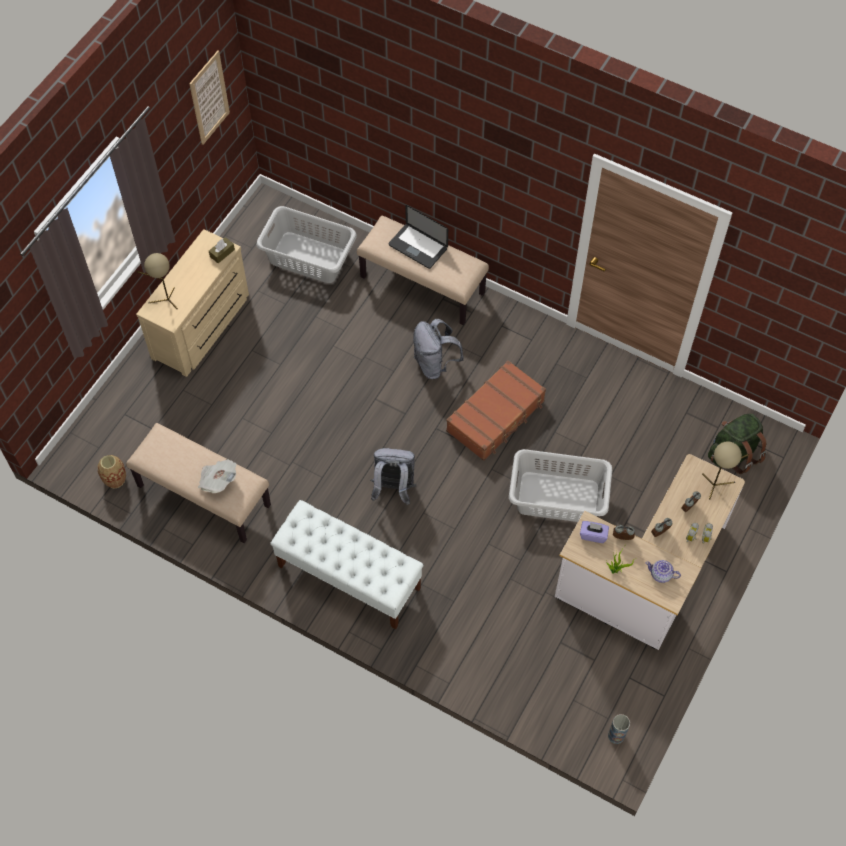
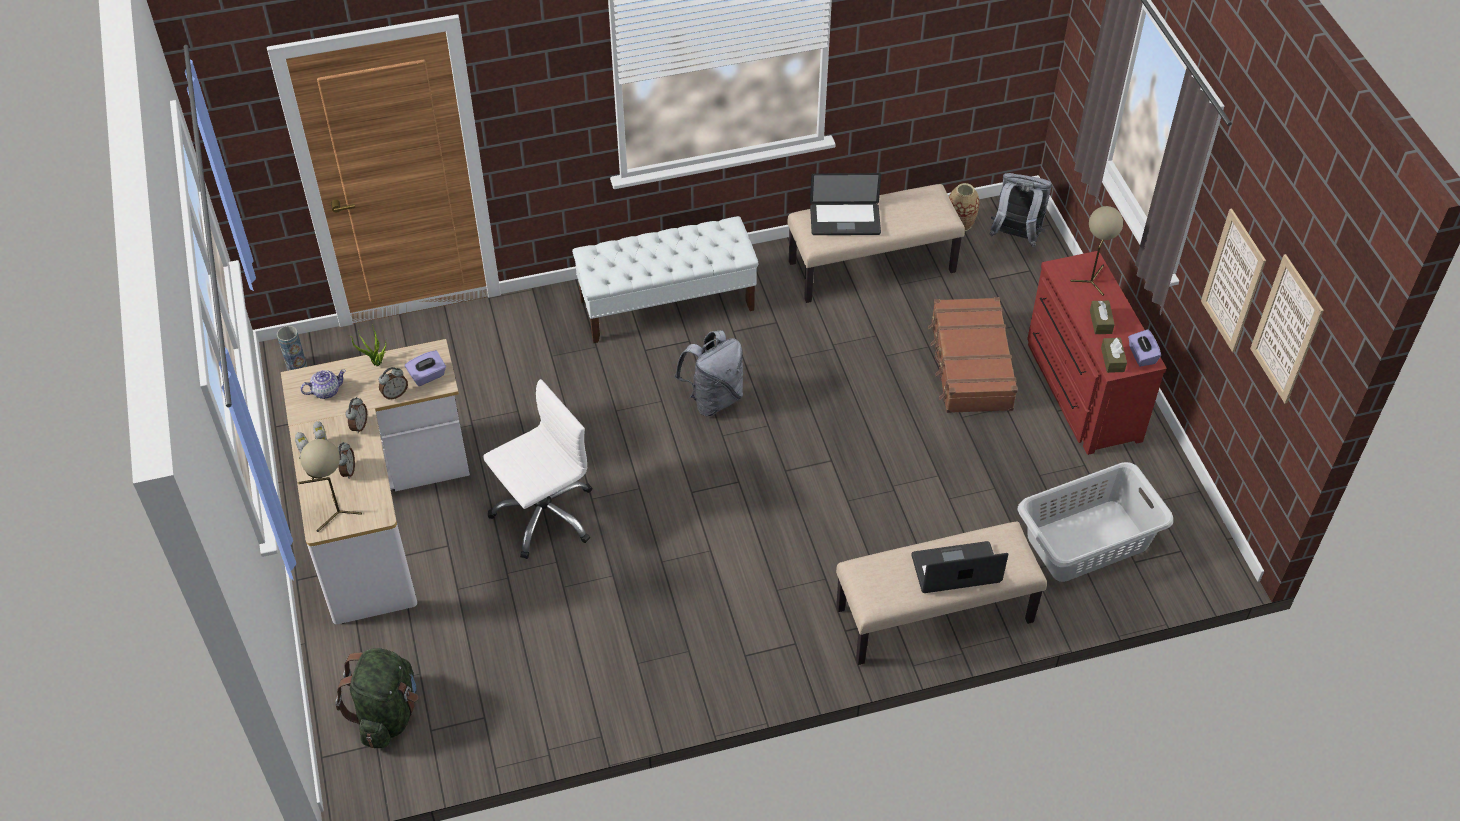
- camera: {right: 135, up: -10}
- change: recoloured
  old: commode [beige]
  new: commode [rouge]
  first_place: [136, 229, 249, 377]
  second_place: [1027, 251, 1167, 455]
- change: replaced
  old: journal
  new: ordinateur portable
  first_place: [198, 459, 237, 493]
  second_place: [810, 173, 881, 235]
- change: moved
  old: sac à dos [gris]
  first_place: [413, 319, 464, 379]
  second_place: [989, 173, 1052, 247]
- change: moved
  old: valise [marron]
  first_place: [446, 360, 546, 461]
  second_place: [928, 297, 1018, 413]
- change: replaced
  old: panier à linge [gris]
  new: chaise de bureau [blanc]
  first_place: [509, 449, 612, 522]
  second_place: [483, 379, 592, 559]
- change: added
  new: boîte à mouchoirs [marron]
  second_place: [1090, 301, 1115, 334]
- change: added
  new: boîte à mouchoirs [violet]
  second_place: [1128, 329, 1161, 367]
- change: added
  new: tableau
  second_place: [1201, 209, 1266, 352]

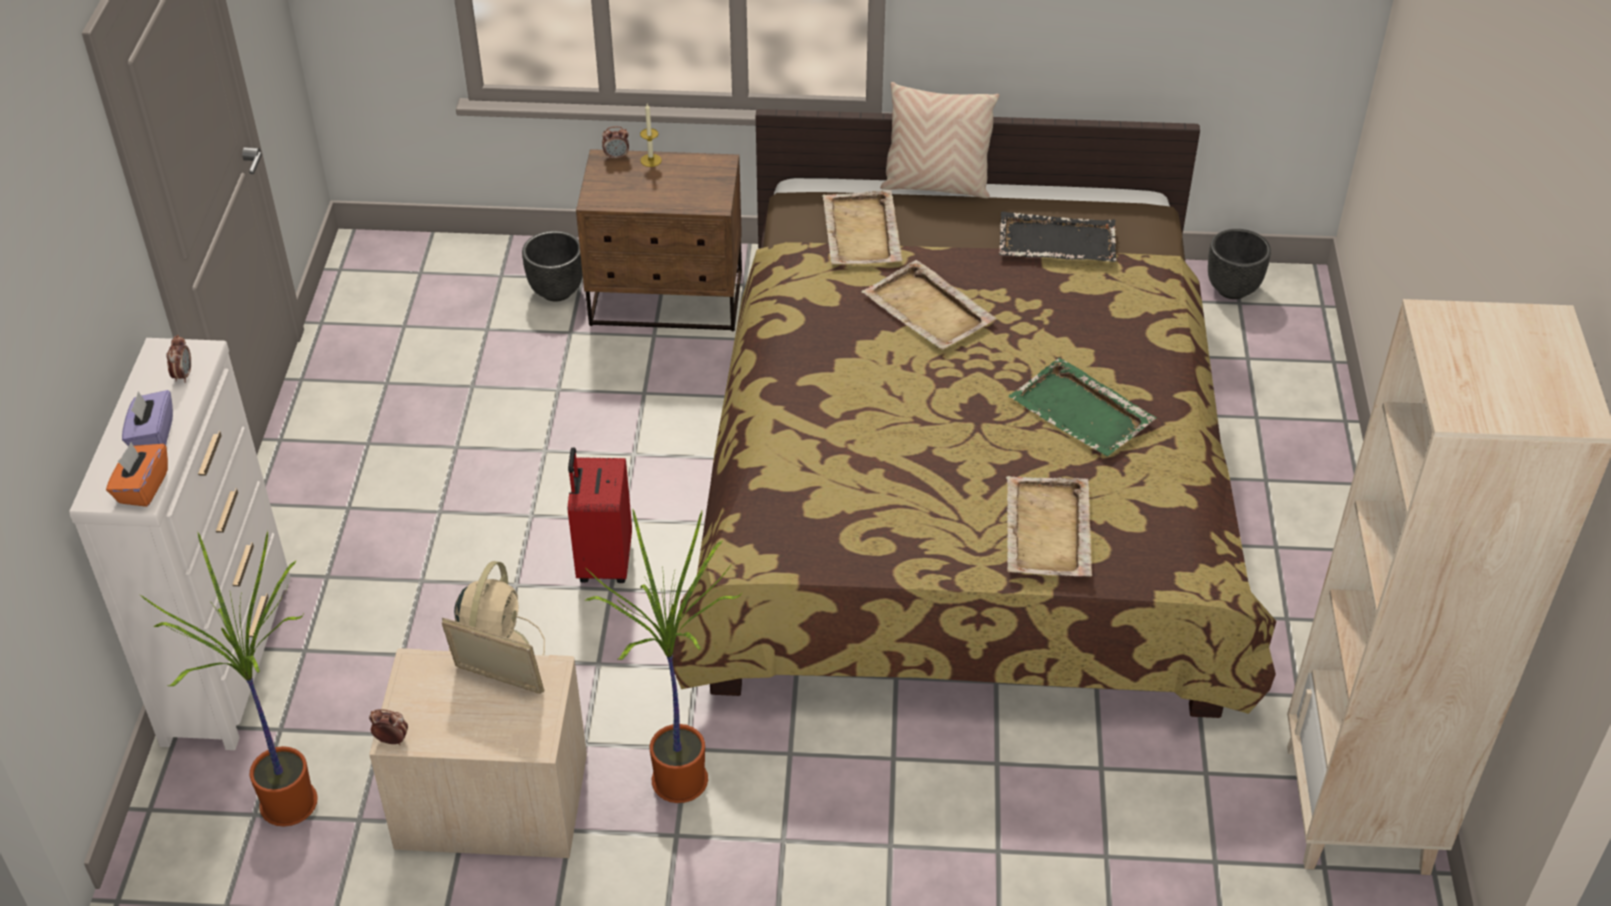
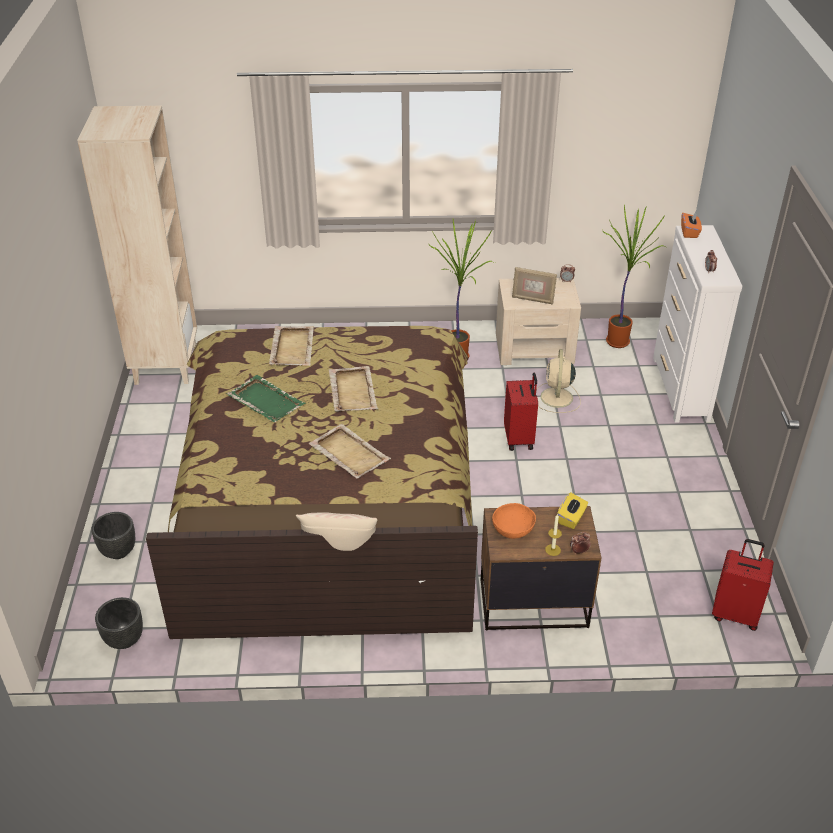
- camera: {right: 175, up: -5}
- change: removed
  old: boîte à mouchoirs [violet]
  first_place: [122, 390, 173, 446]
- change: moved
  old: cache-pot [noir]
  first_place: [522, 231, 583, 302]
  second_place: [91, 512, 135, 559]
- change: moved
  old: plateau [beige]
  first_place: [822, 190, 903, 265]
  second_place: [329, 366, 378, 412]
- change: removed
  old: plateau [noir]
  first_place: [999, 212, 1116, 262]
- change: added
  new: bol [orange]
  second_place: [492, 503, 536, 539]
- change: added
  new: boîte à mouchoirs [jaune]
  second_place: [557, 493, 588, 529]
- change: added
  new: valise [rouge]
  second_place: [712, 539, 774, 631]

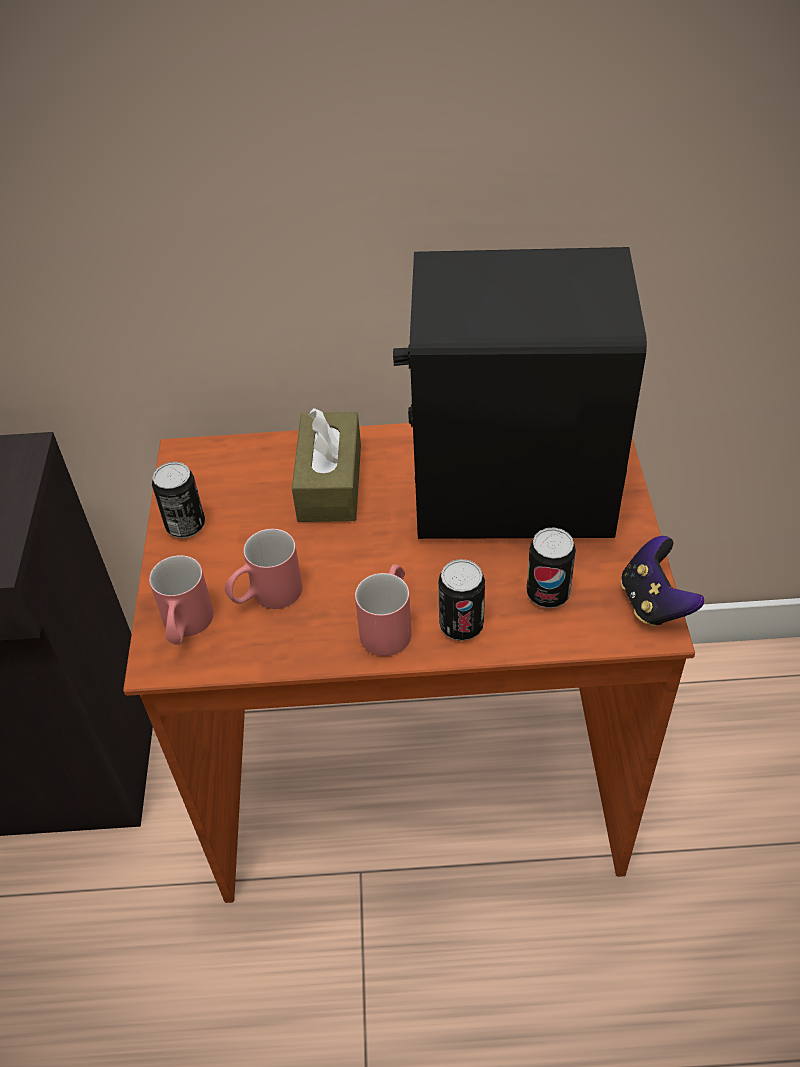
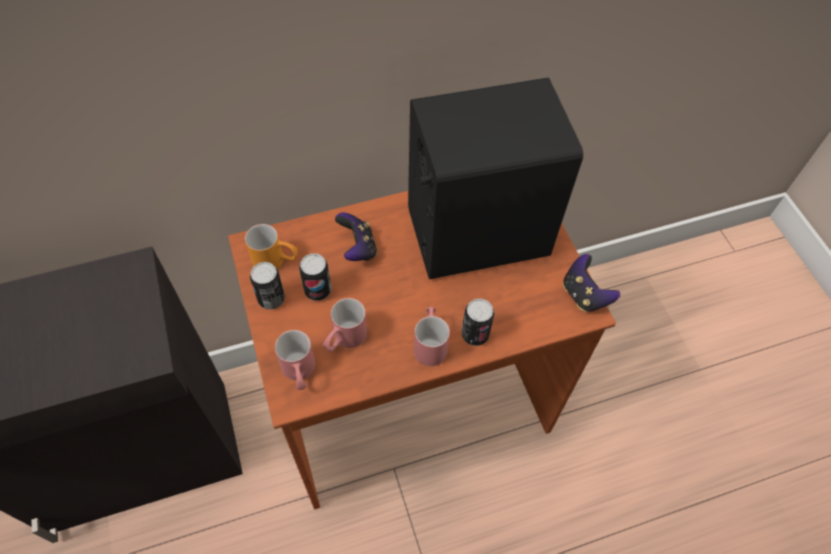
- camera: {right: -20, up: 10}
- change: replaced
  old: boîte à mouchoirs [marron]
  new: manette
  first_place: [292, 408, 361, 522]
  second_place: [335, 213, 377, 261]
- change: moved
  old: boîte métallique
  first_place: [527, 527, 576, 608]
  second_place: [299, 253, 332, 301]
- change: added
  new: mug [orange]
  second_place: [245, 224, 298, 269]

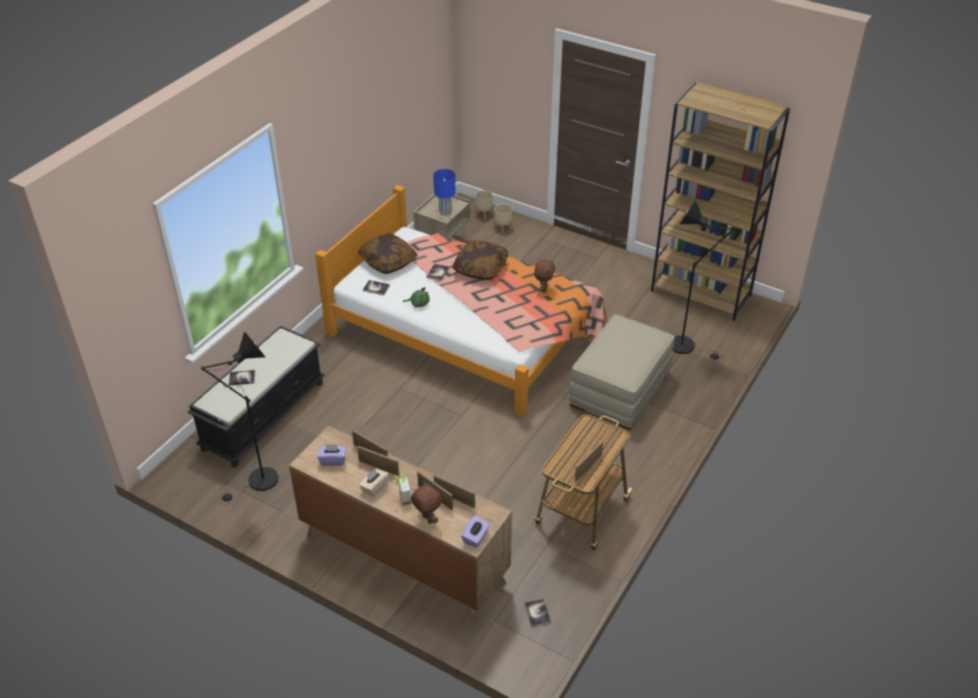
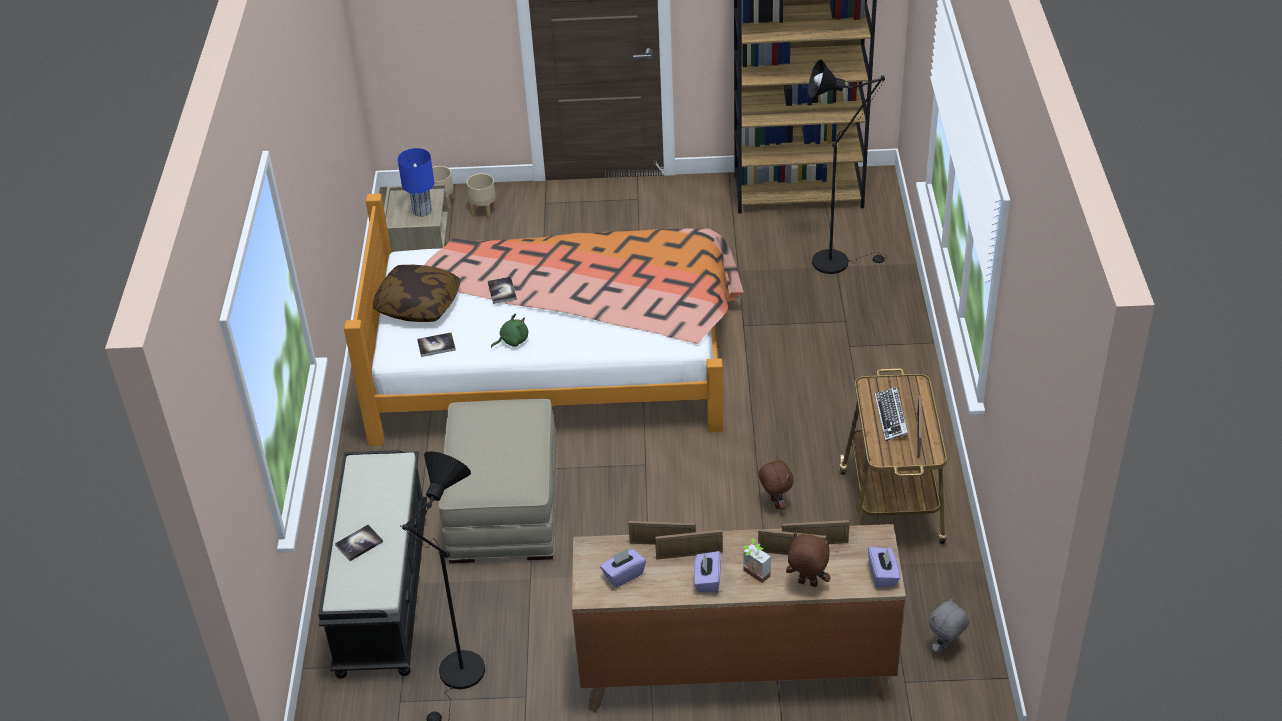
- camera: {right: -30, up: 0}
- change: recoloured
  old: boîte à mouchoirs [beige]
  new: boîte à mouchoirs [violet]
  first_place: [359, 469, 389, 497]
  second_place: [694, 551, 721, 592]
- change: removed
  old: coussin
  first_place: [453, 241, 508, 280]
- change: replaced
  old: livre
  new: peluche [gris]
  first_place: [524, 599, 551, 627]
  second_place: [929, 598, 970, 653]
- change: moved
  old: peluche [marron]
  first_place: [534, 259, 555, 293]
  second_place: [758, 456, 794, 509]
- change: moved
  old: pouf [beige]
  first_place: [569, 314, 675, 430]
  second_place: [439, 399, 557, 563]
- change: added
  new: clavier
  second_place: [875, 386, 908, 441]

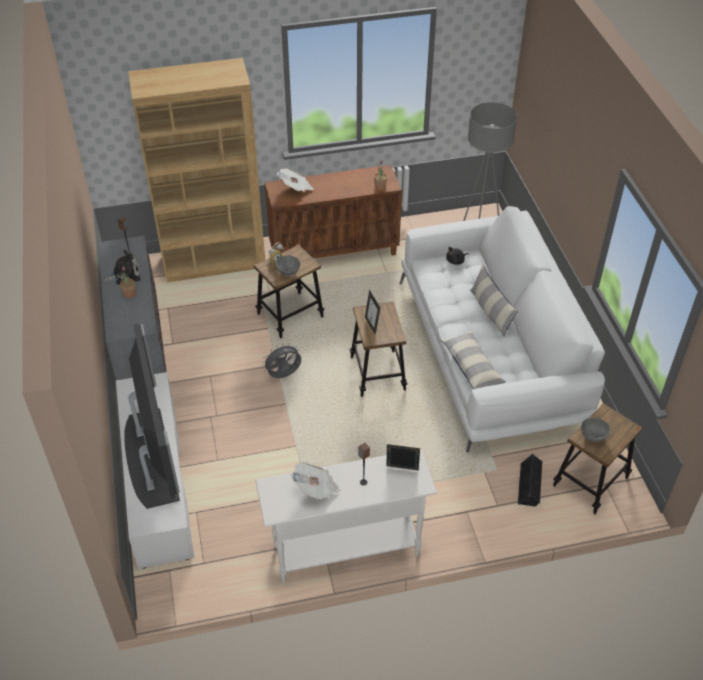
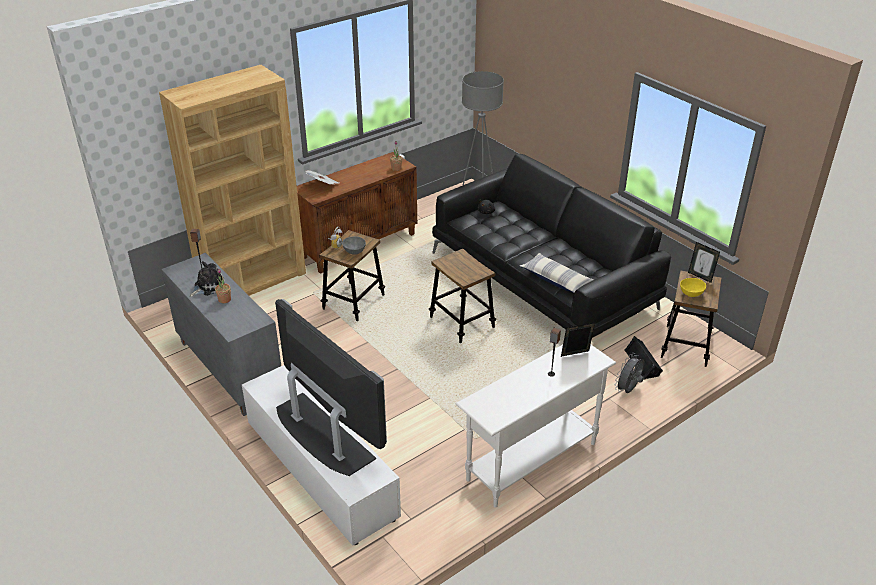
- camera: {right: -25, up: -10}
- change: moved
  old: ventilateur [gris]
  first_place: [262, 343, 301, 378]
  second_place: [615, 353, 644, 393]
- change: removed
  old: journal
  first_place: [291, 462, 340, 500]
- change: moved
  old: cadre photo
  first_place: [365, 290, 380, 335]
  second_place: [688, 242, 720, 283]
- change: recoloured
  old: canapé [blanc]
  new: canapé [noir]
  first_place: [399, 206, 605, 453]
  second_place: [432, 154, 671, 338]
- change: removed
  old: coussin
  first_place: [470, 265, 518, 336]
- change: recoloured
  old: bol [gris]
  new: bol [jaune]
  first_place: [581, 418, 611, 442]
  second_place: [680, 278, 706, 297]

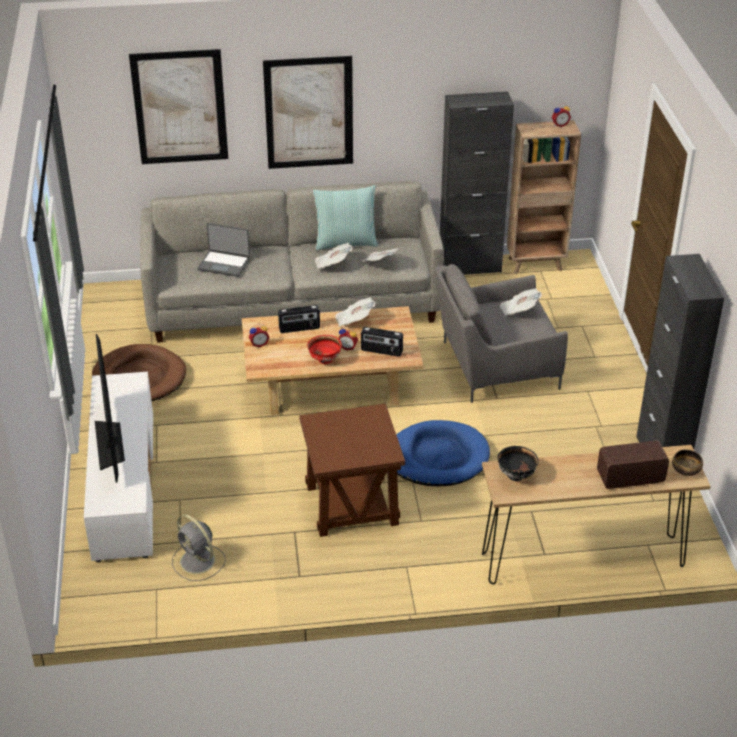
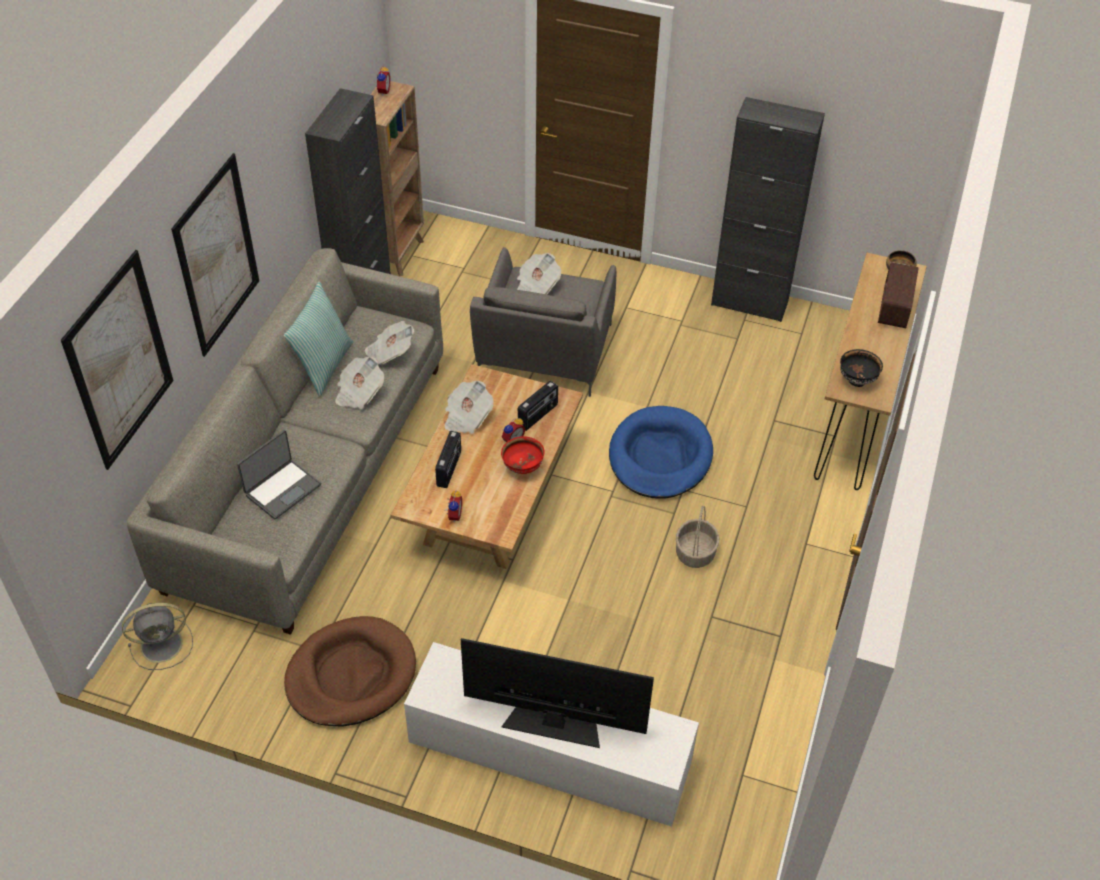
- camera: {right: -65, up: 10}
- change: moved
  old: ventilateur [gris]
  first_place: [172, 514, 226, 581]
  second_place: [122, 603, 193, 670]
- change: replaced
  old: table d'appoint [marron]
  new: panier
  first_place: [299, 404, 405, 537]
  second_place: [676, 505, 719, 568]

